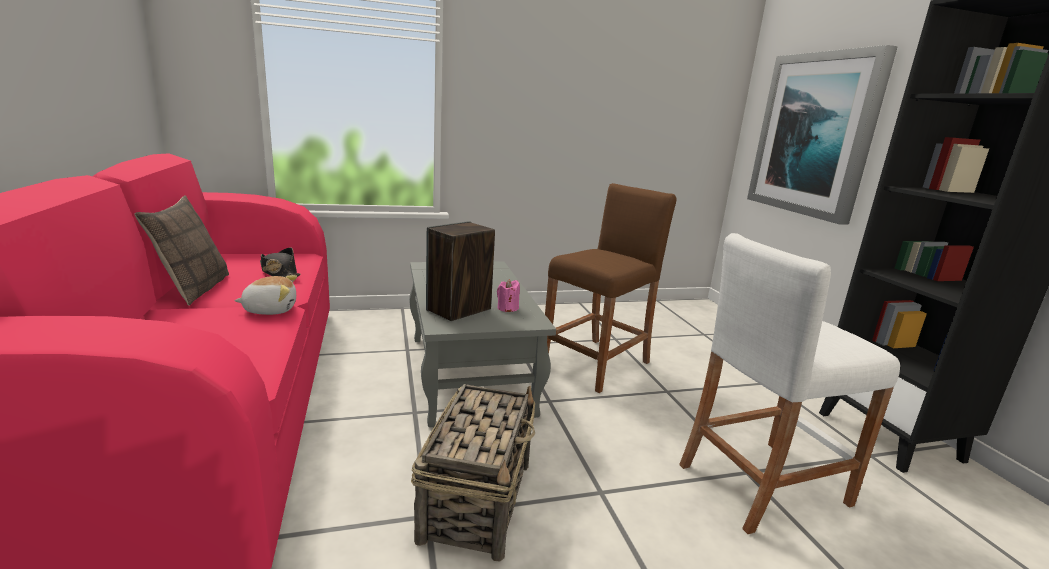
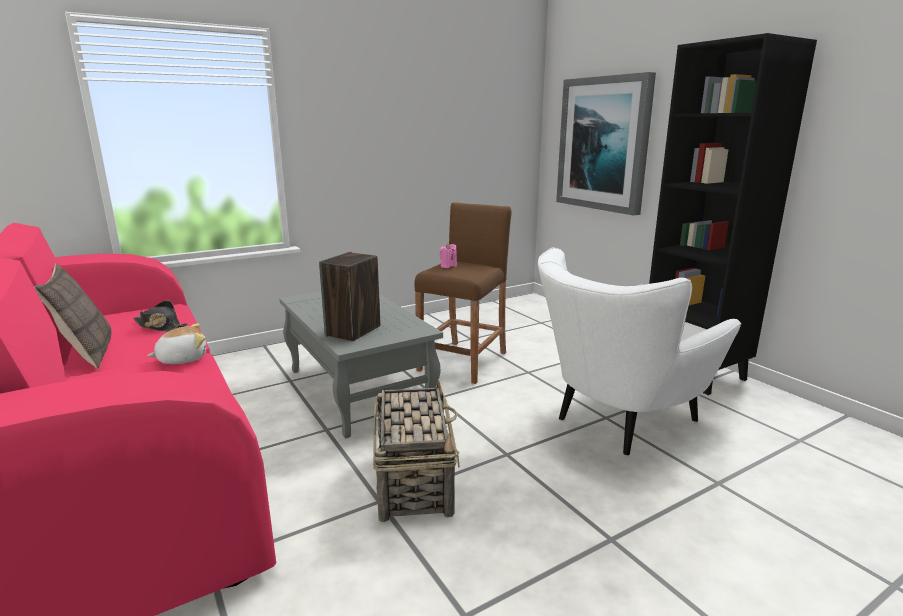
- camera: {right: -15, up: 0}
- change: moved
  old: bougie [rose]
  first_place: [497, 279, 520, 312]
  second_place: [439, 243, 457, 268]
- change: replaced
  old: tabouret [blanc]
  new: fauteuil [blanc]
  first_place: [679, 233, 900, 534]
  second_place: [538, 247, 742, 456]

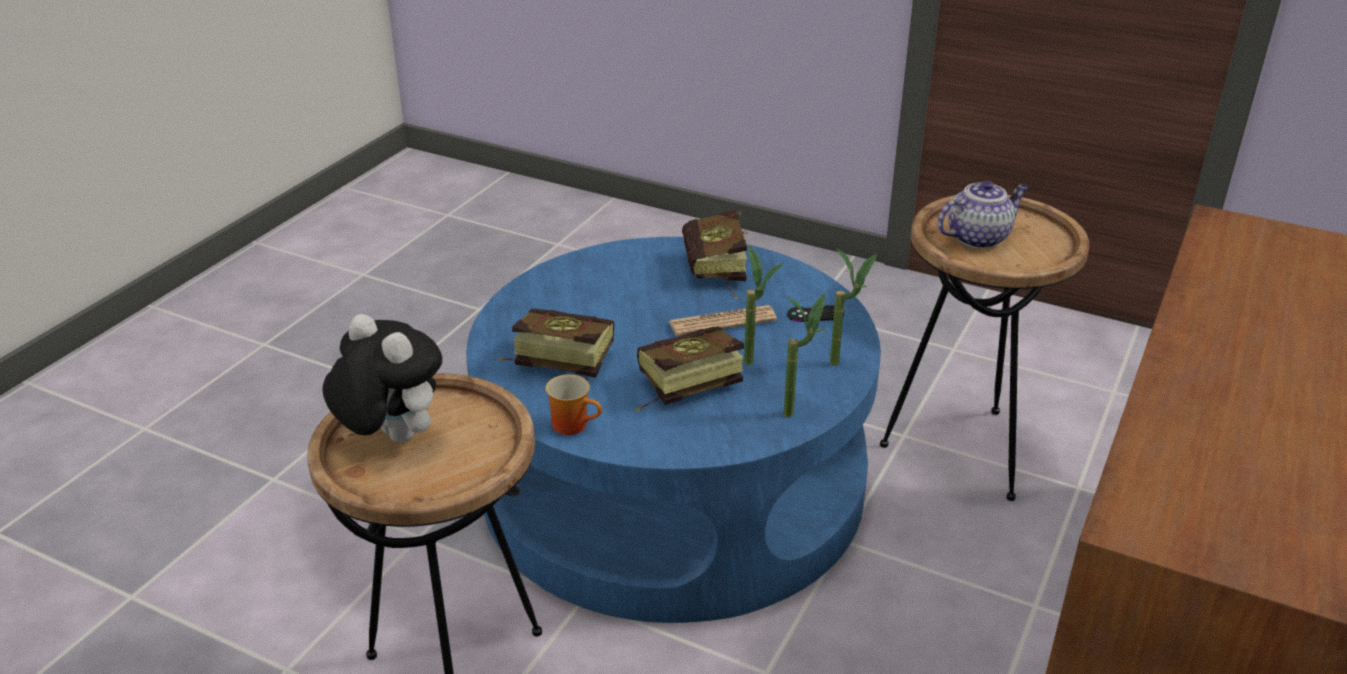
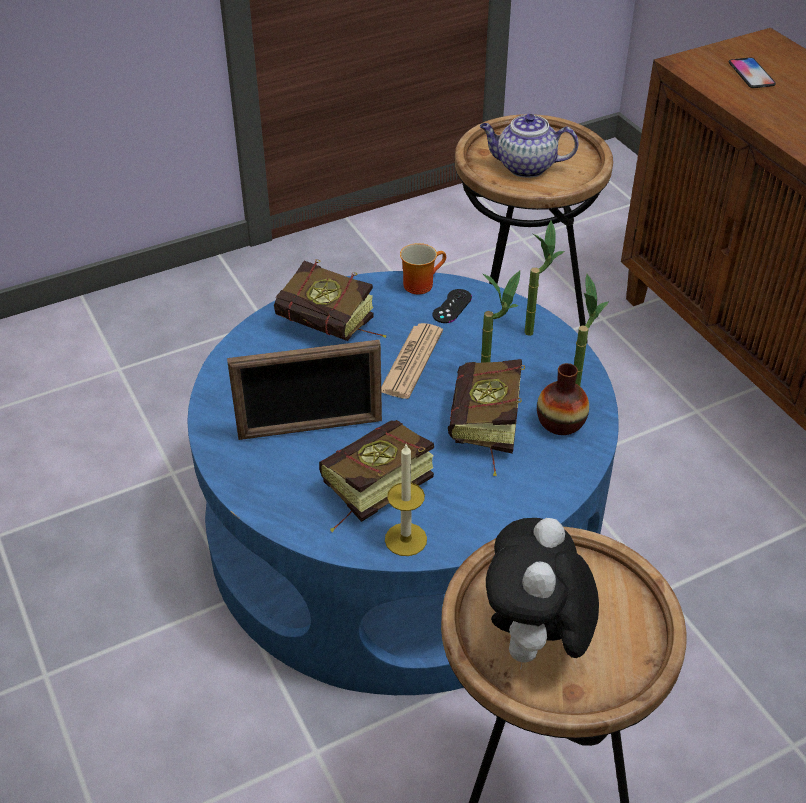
- camera: {right: -55, up: 10}
- change: turned
  old: peluche
  first_place: [322, 314, 442, 443]
  second_place: [486, 518, 599, 672]
  degrees: -60
- change: moved
  old: mug
  first_place: [545, 374, 602, 435]
  second_place: [400, 243, 446, 295]
- change: turned
  old: théière
  first_place: [937, 180, 1029, 249]
  second_place: [480, 114, 579, 178]
  degrees: -90
- change: added
  new: cadre photo
  second_place: [227, 340, 382, 440]
- change: added
  new: bougie
  second_place: [385, 443, 427, 556]
- change: added
  new: vase
  second_place: [537, 363, 589, 435]
- change: added
  new: téléphone
  second_place: [729, 57, 776, 88]

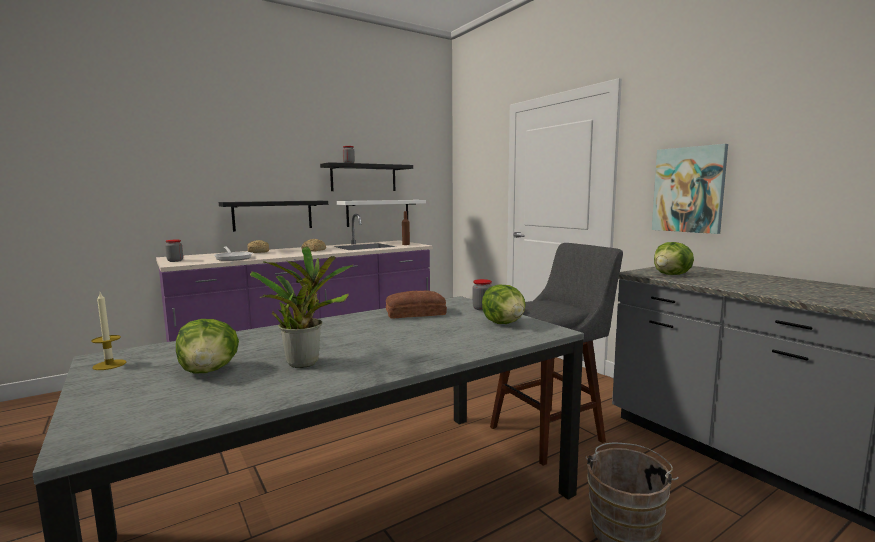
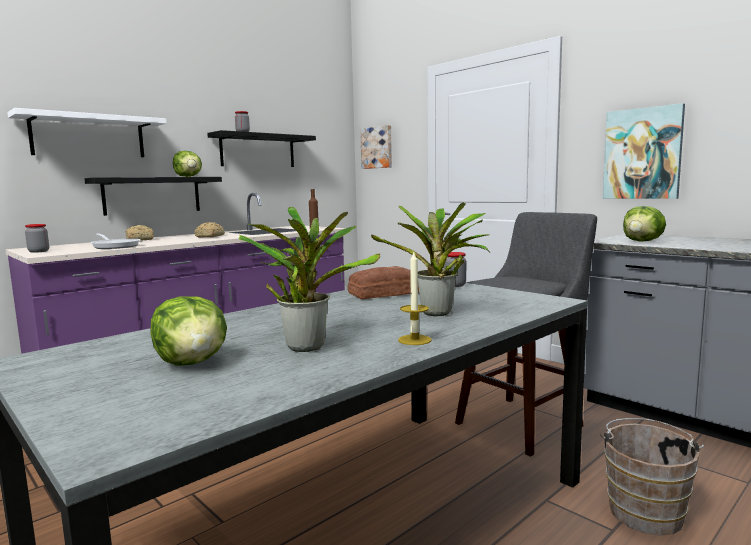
- camera: {right: -10, up: 0}
- change: moved
  old: bougie
  first_place: [91, 293, 126, 370]
  second_place: [398, 252, 432, 345]
- change: moved
  old: étagère [blanc]
  first_place: [337, 200, 426, 227]
  second_place: [7, 108, 167, 157]
- change: moved
  old: laitue
  first_place: [482, 284, 525, 324]
  second_place: [173, 151, 202, 177]
- change: added
  new: tableau
  second_place: [360, 125, 392, 169]
- change: added
  new: plante en pot
  second_place: [371, 203, 490, 316]

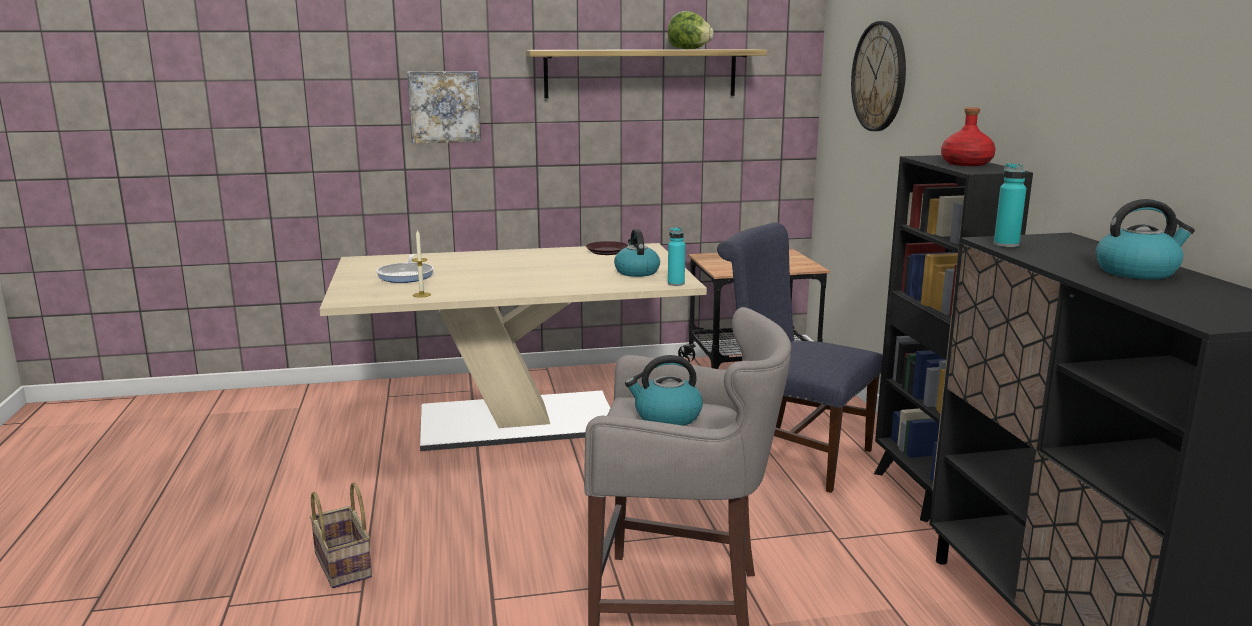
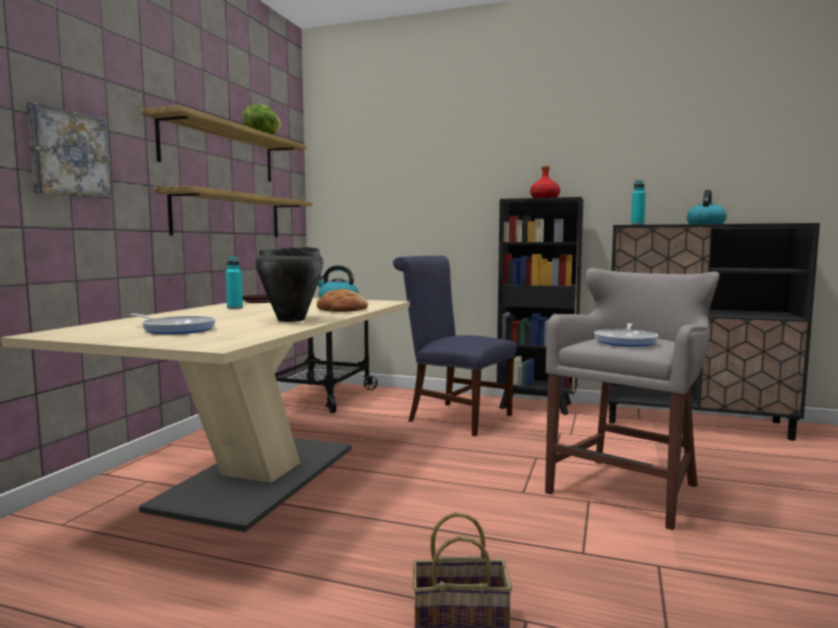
- camera: {right: -60, up: -10}
- change: removed
  old: bougie
  first_place: [412, 229, 431, 298]
- change: replaced
  old: bouilloire
  new: poêle
  first_place: [625, 355, 703, 426]
  second_place: [594, 323, 658, 347]
- change: moved
  old: bouteille [turquoise]
  first_place: [668, 227, 685, 286]
  second_place: [226, 257, 243, 309]
- change: turned
  old: chaise [bleu]
  first_place: [717, 222, 883, 493]
  second_place: [393, 256, 517, 436]
  degrees: 60
- change: removed
  old: horloge murale
  first_place: [851, 21, 906, 131]
- change: added
  new: étagère
  second_place: [154, 186, 313, 237]
- change: added
  new: marmite [noir]
  second_place: [256, 247, 323, 322]
- change: added
  new: pain
  second_place: [317, 289, 368, 312]

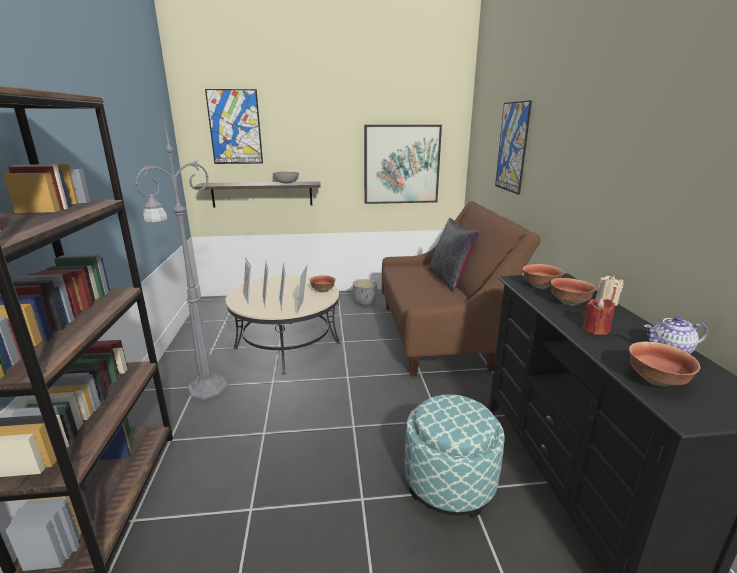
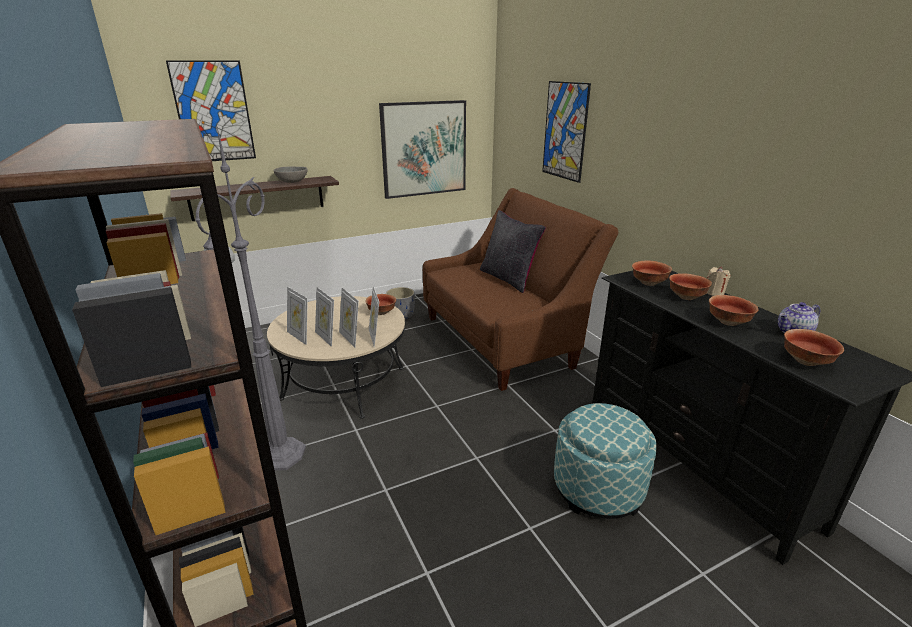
- camera: {right: -20, up: 5}
- change: replaced
  old: bougie [rouge]
  new: bol
  first_place: [583, 298, 615, 335]
  second_place: [709, 295, 759, 326]

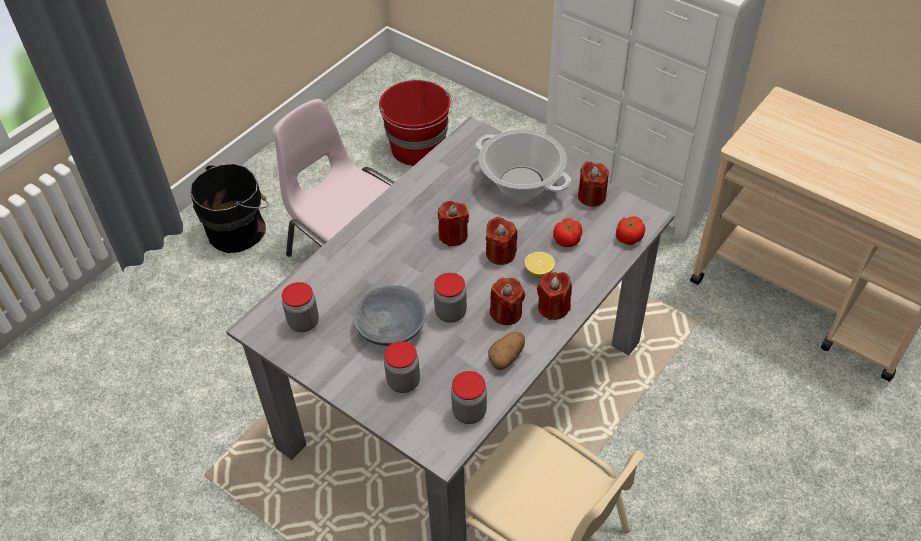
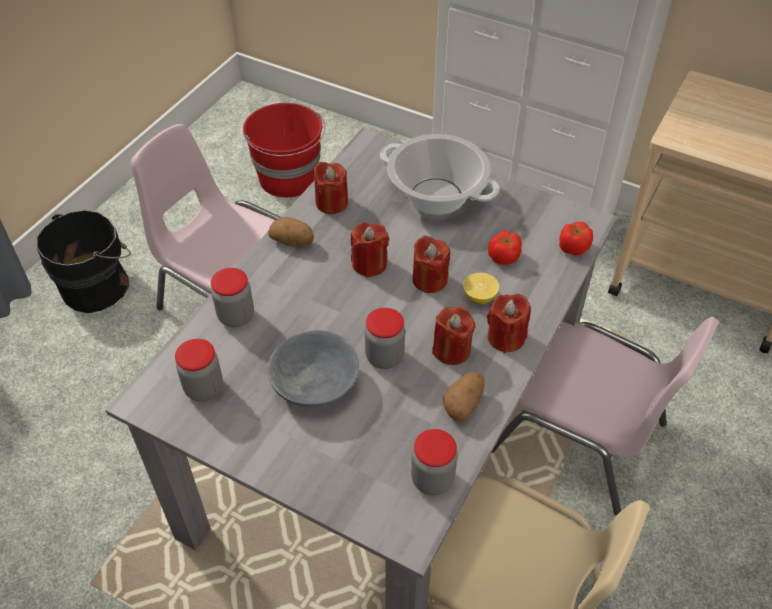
- camera: {right: -10, up: 0}
- change: moved
  old: bocal
  first_place: [384, 341, 420, 393]
  second_place: [211, 268, 254, 328]
- change: moved
  old: bougie [rouge]
  first_place: [578, 161, 609, 207]
  second_place: [313, 162, 348, 214]
- change: added
  new: pomme de terre
  second_place: [268, 217, 314, 247]
- change: added
  new: chaise [rose]
  second_place: [491, 317, 720, 516]

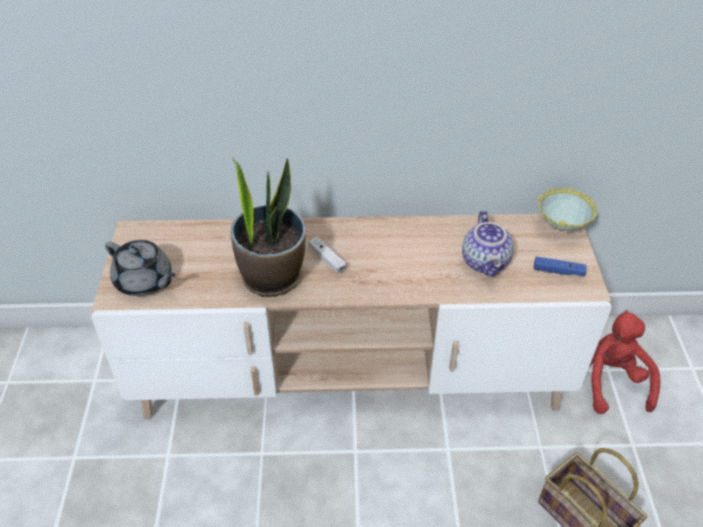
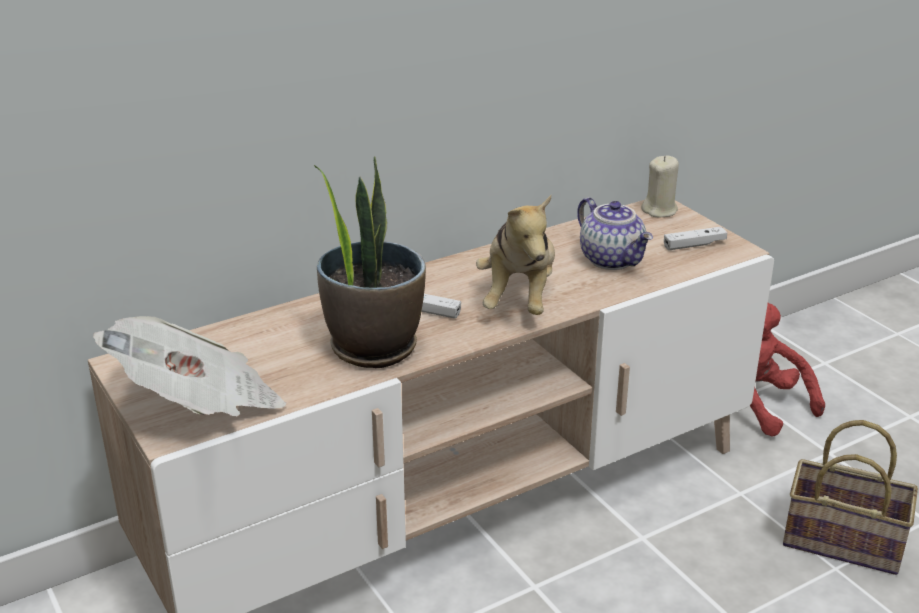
- camera: {right: -30, up: -15}
- change: replaced
  old: théière [gris]
  new: journal
  first_place: [105, 240, 175, 296]
  second_place: [93, 316, 286, 416]
- change: recoloured
  old: manette [bleu]
  new: manette [blanc]
  first_place: [534, 256, 586, 277]
  second_place: [664, 226, 727, 250]
- change: replaced
  old: bol
  new: bougie [beige]
  first_place: [538, 187, 598, 231]
  second_place: [641, 155, 679, 217]
- change: added
  new: peluche
  second_place: [476, 195, 555, 315]

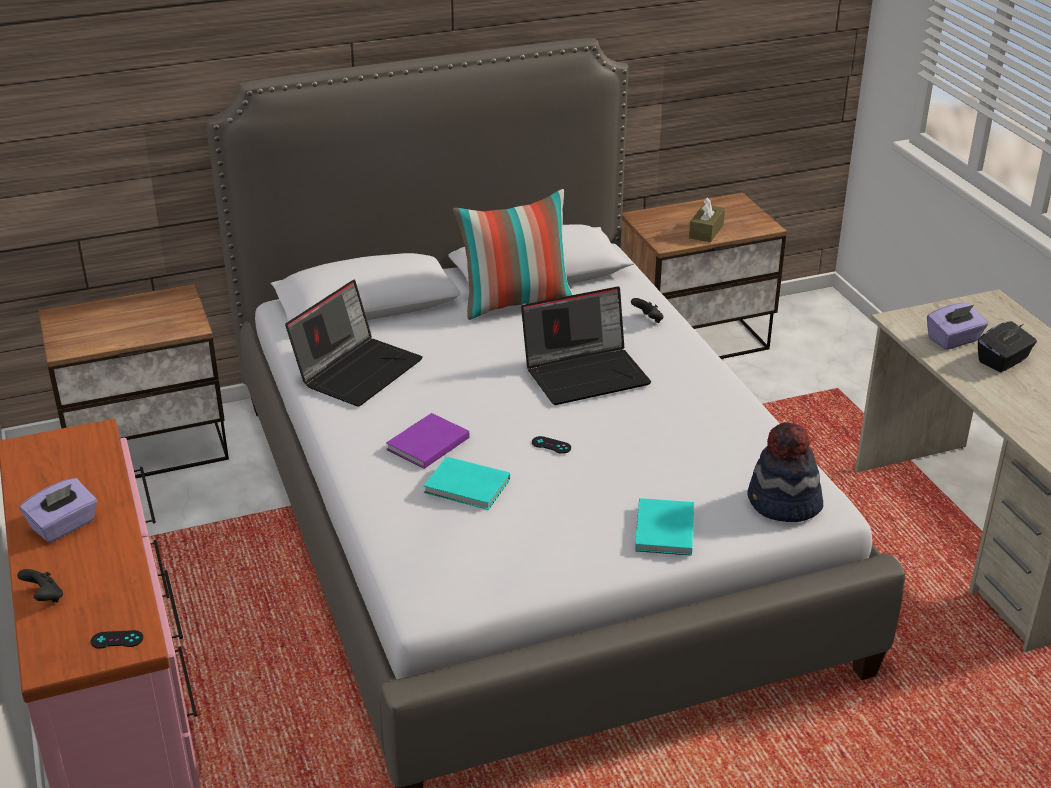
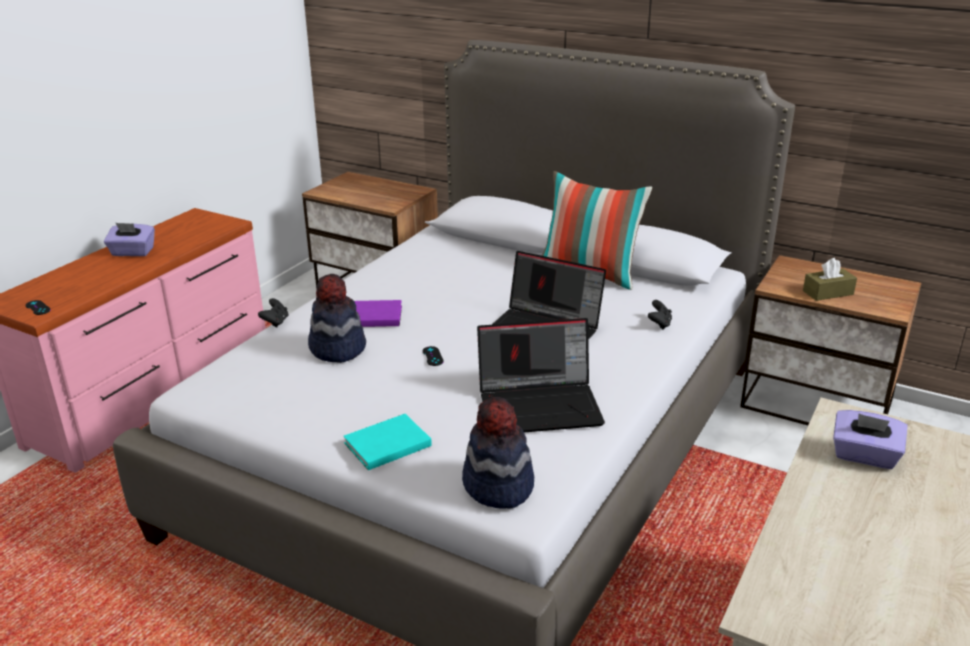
- camera: {right: 50, up: -5}
- change: moved
  old: manette [noir]
  first_place: [17, 569, 63, 602]
  second_place: [258, 298, 288, 328]
- change: moved
  old: ordinateur portable
  first_place: [285, 280, 423, 406]
  second_place: [477, 318, 605, 432]
- change: replaced
  old: livre [turquoise]
  new: chapeau
  first_place: [423, 457, 510, 510]
  second_place: [308, 274, 366, 363]
- change: removed
  old: boîte à mouchoirs [noir]
  first_place: [978, 321, 1037, 372]

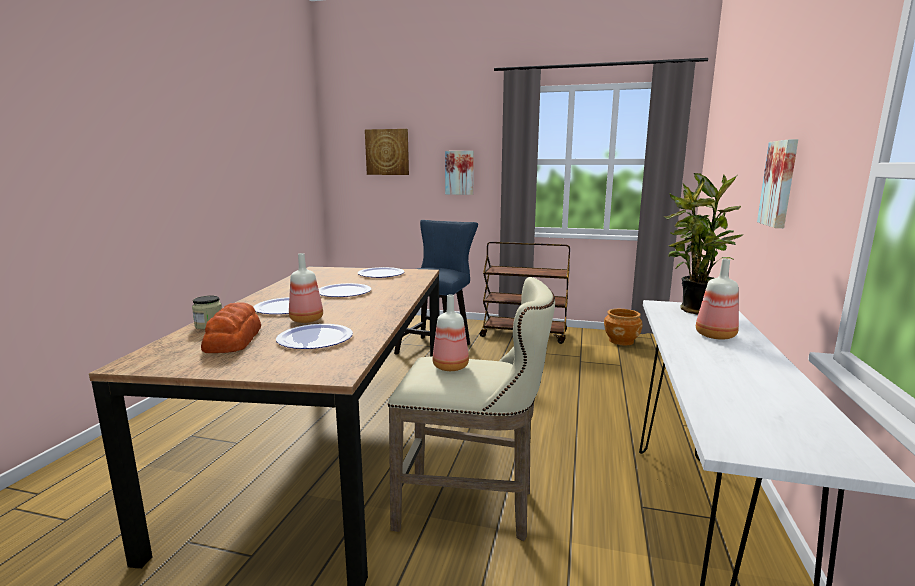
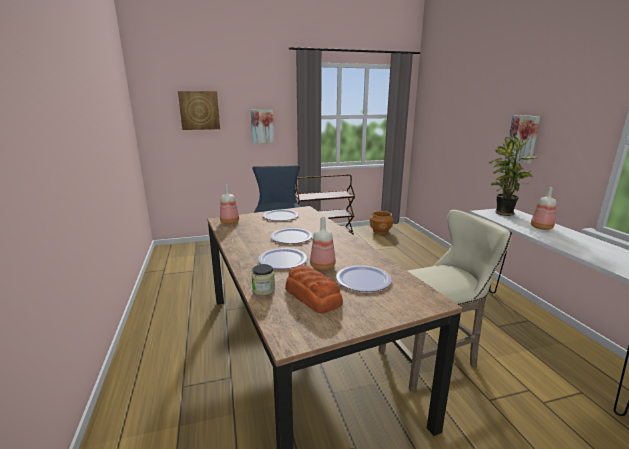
- camera: {right: -30, up: 5}
- change: moved
  old: bouteille
  first_place: [433, 295, 469, 371]
  second_place: [220, 185, 239, 224]

